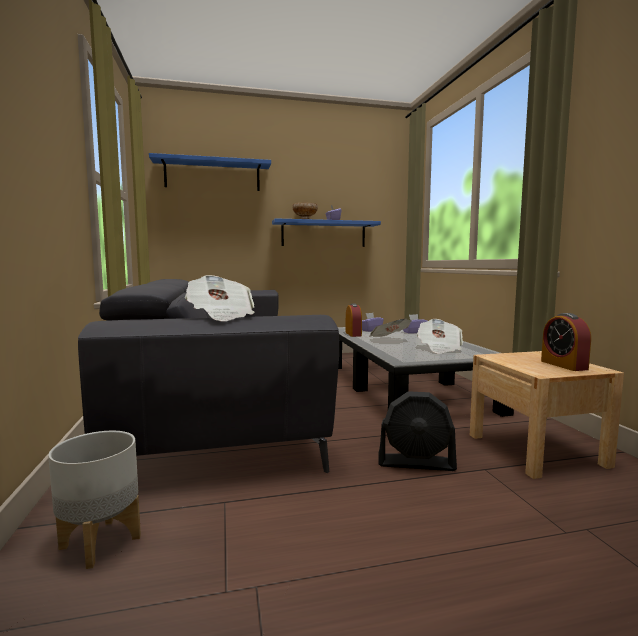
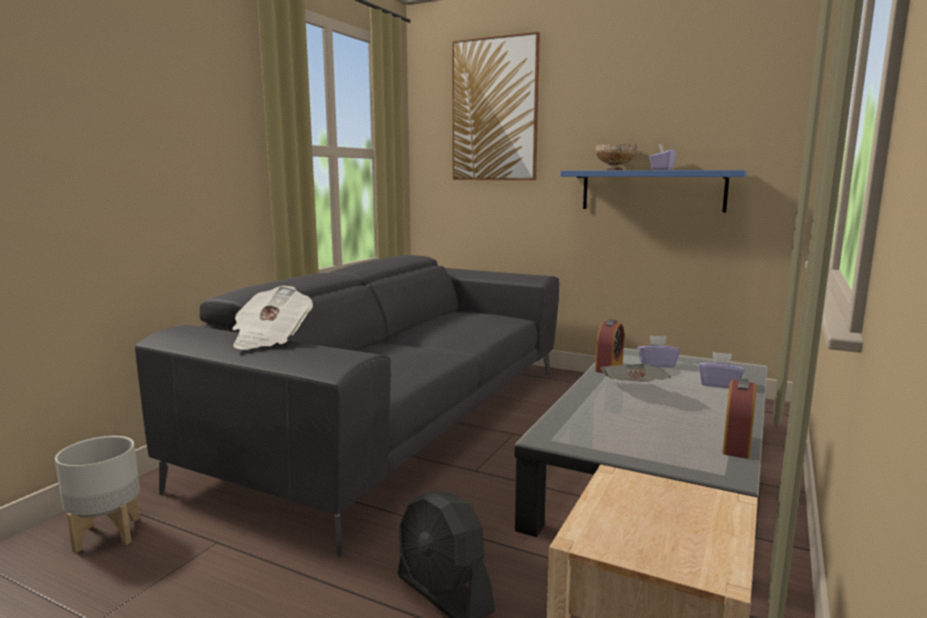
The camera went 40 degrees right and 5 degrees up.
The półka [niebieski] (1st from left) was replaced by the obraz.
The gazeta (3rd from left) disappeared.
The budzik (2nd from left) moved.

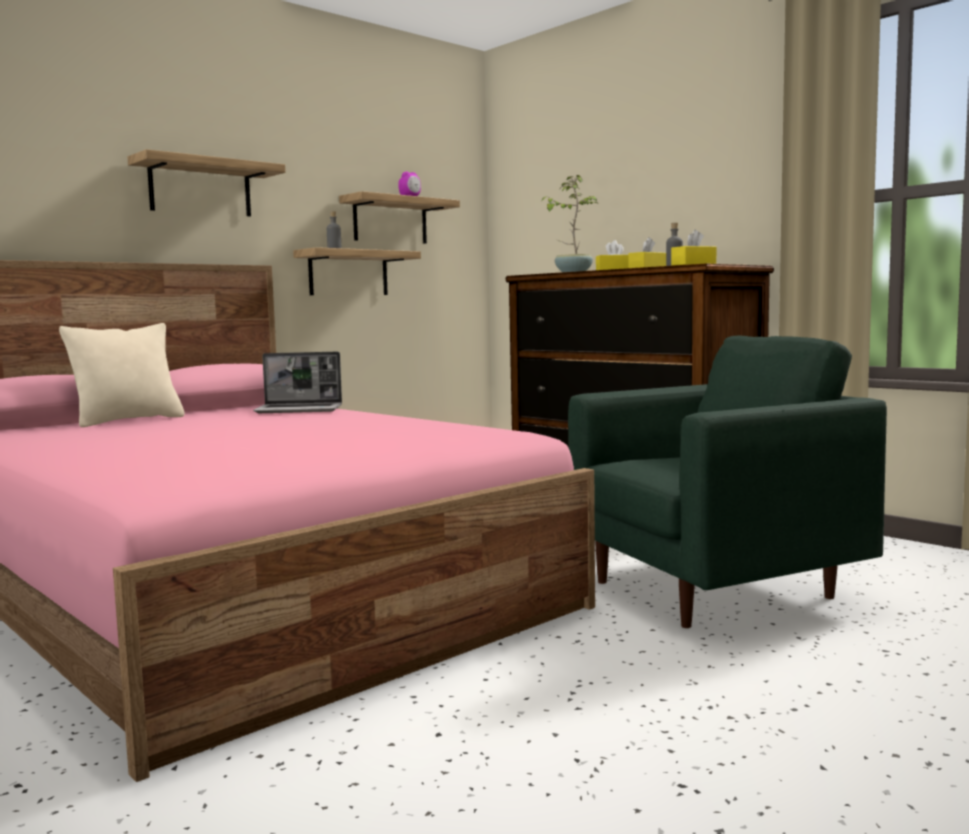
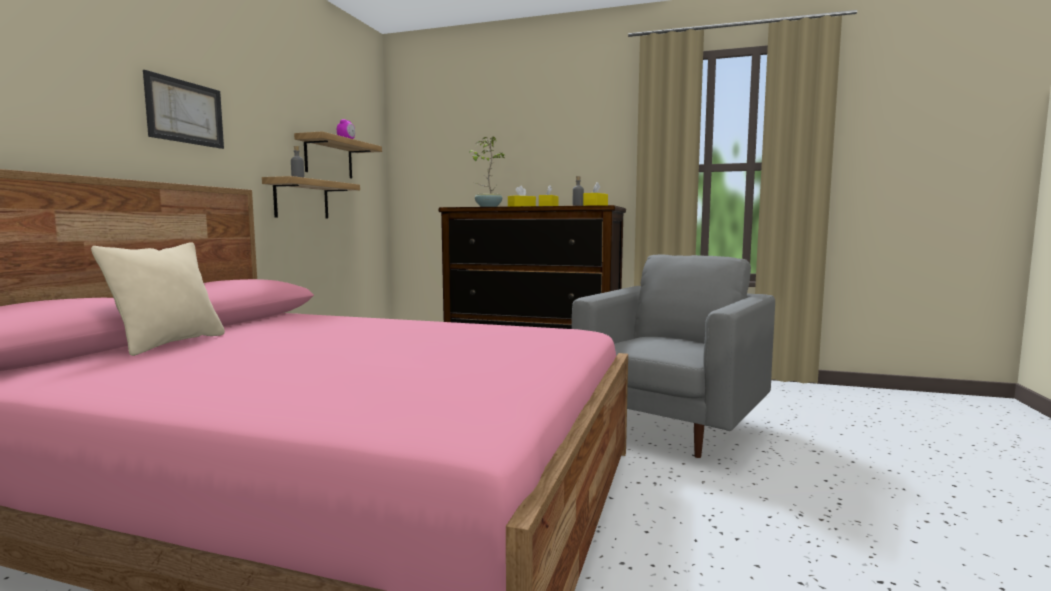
The camera went 30 degrees left and 0 degrees up.
The półka (1st from left) was replaced by the obraz.
The laptop disappeared.
The fotel [zielony] became the fotel [szary].

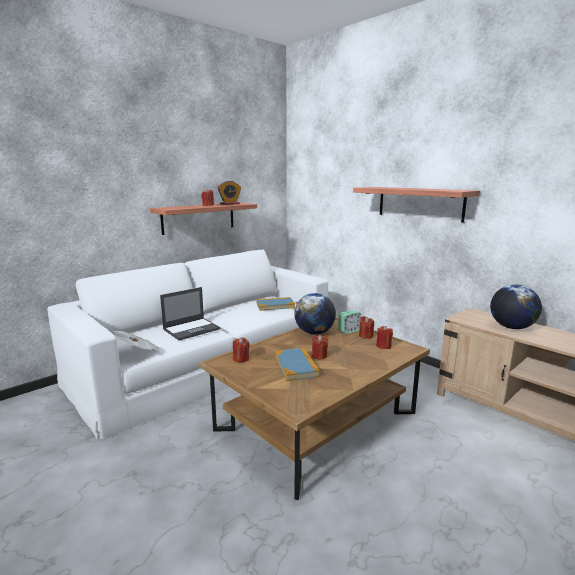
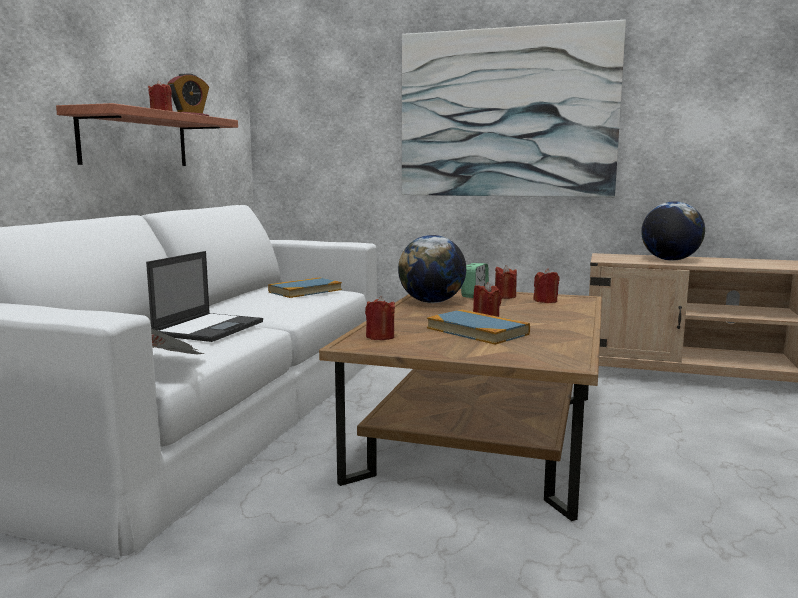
The camera went 30 degrees left and 5 degrees down.
The półka (2nd from left) was replaced by the obraz.

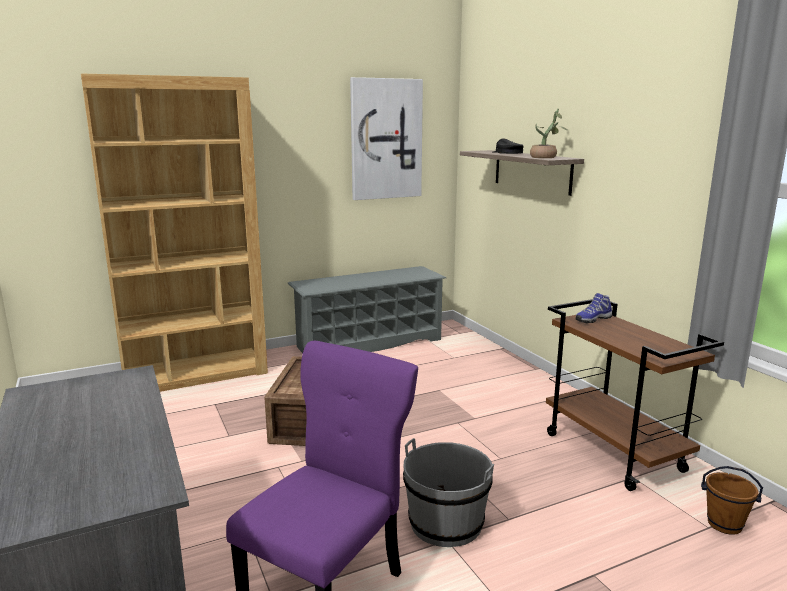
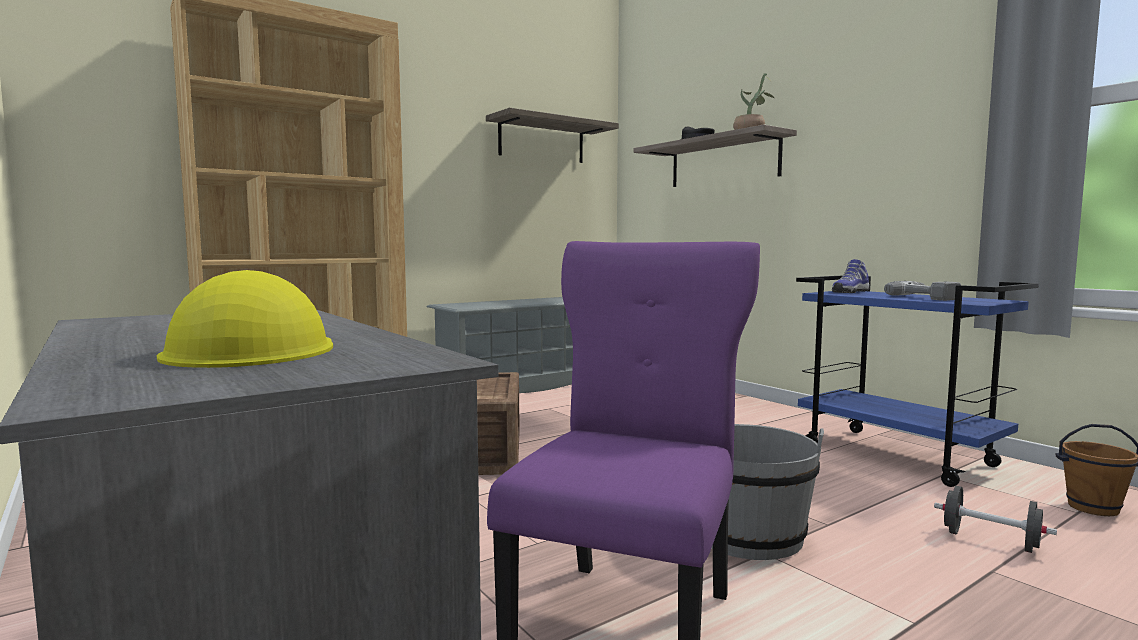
The camera went 10 degrees left and 10 degrees down.
The obraz was replaced by the półka (1st from left).
The wózek [brązowy] became the wózek [niebieski].
The kask [żółty] appeared.
The wiertarka appeared.
The hantel [czarny] appeared.

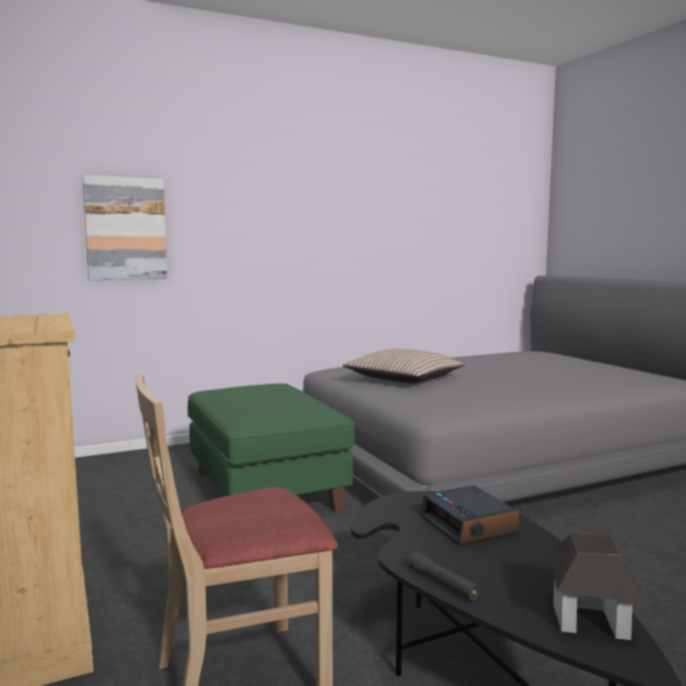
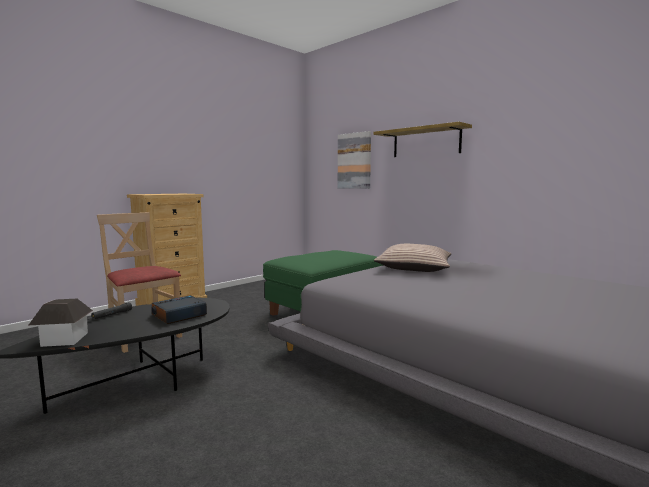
The camera went 70 degrees right and 0 degrees up.
The półka appeared.

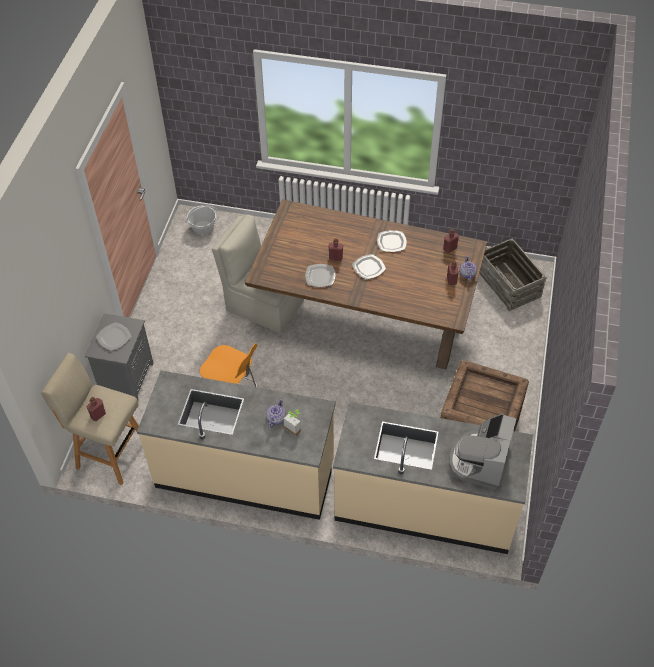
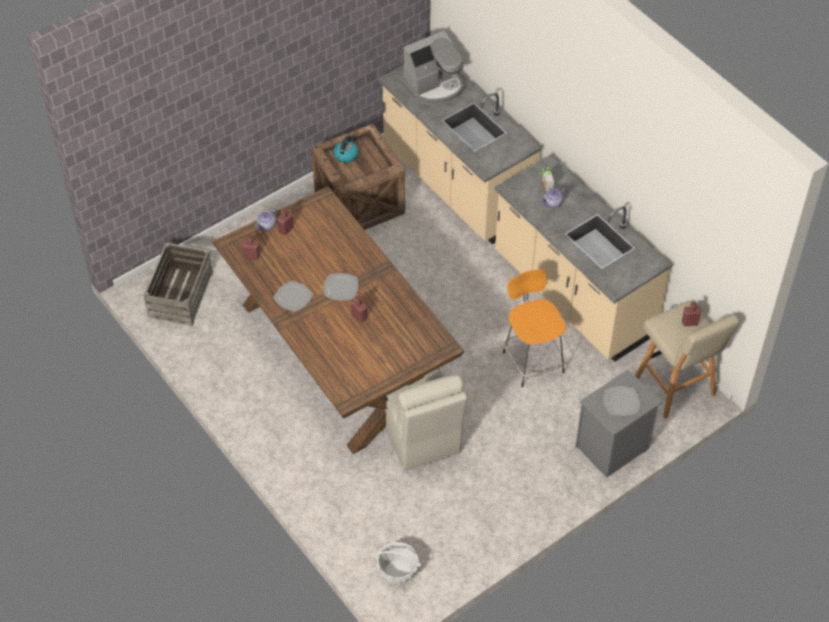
The camera went 140 degrees left and 0 degrees up.
The talerz (2nd from left) disappeared.
The czajnik appeared.

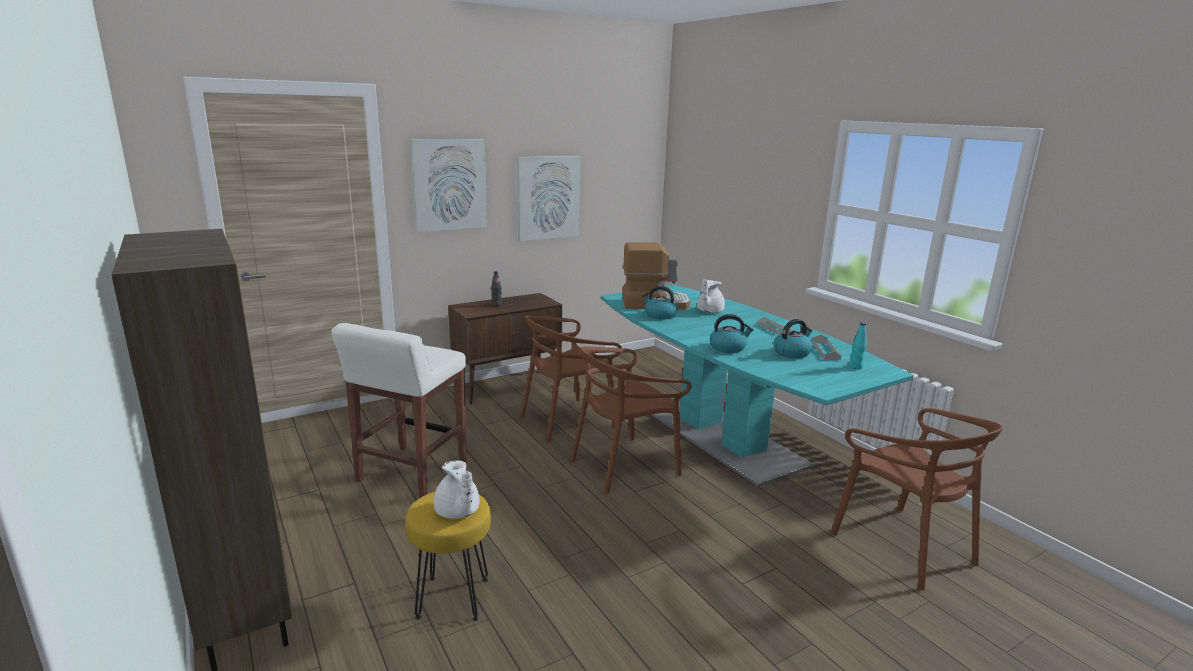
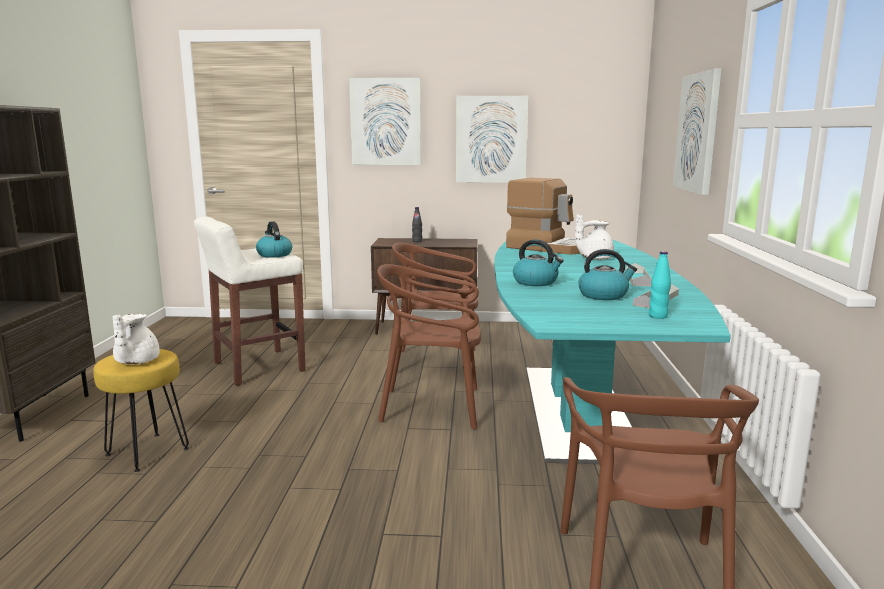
The camera went 35 degrees right and 5 degrees down.
The czajnik (1st from left) moved.
The obraz (3rd from left) appeared.

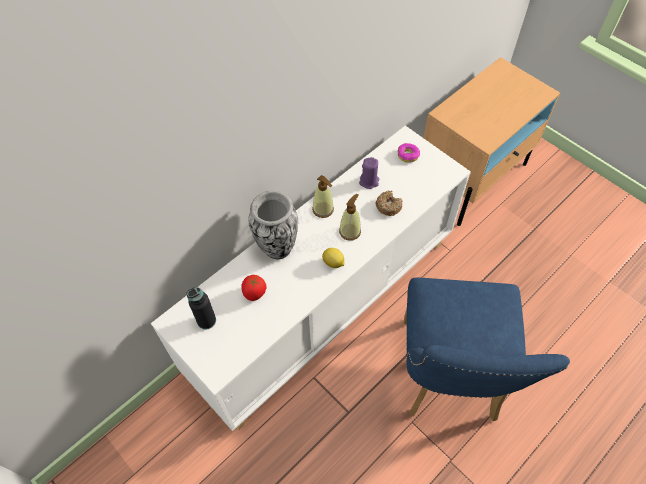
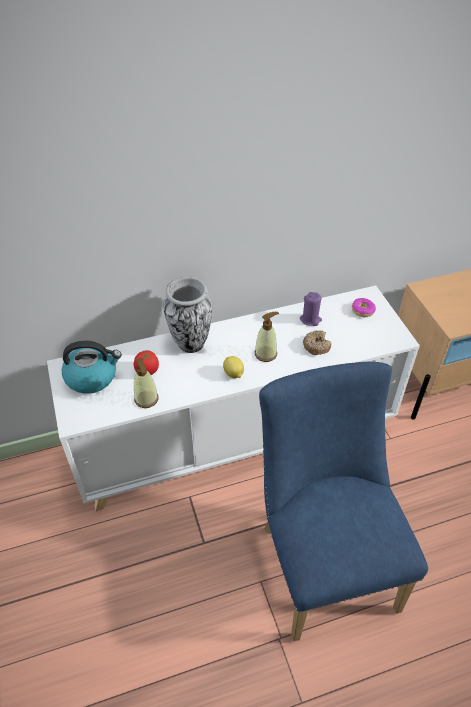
The camera went 25 degrees right and 10 degrees down.
The butelka [czarny] was replaced by the czajnik.
The dozownik mydła (1st from left) moved.
The krzesło [niebieski] turned 135 degrees clockwise.

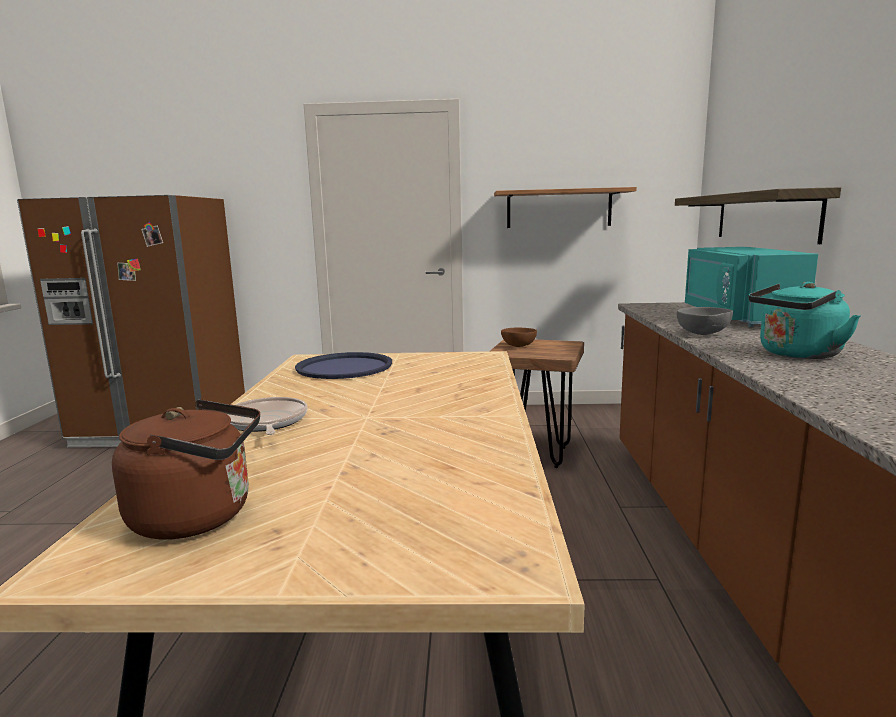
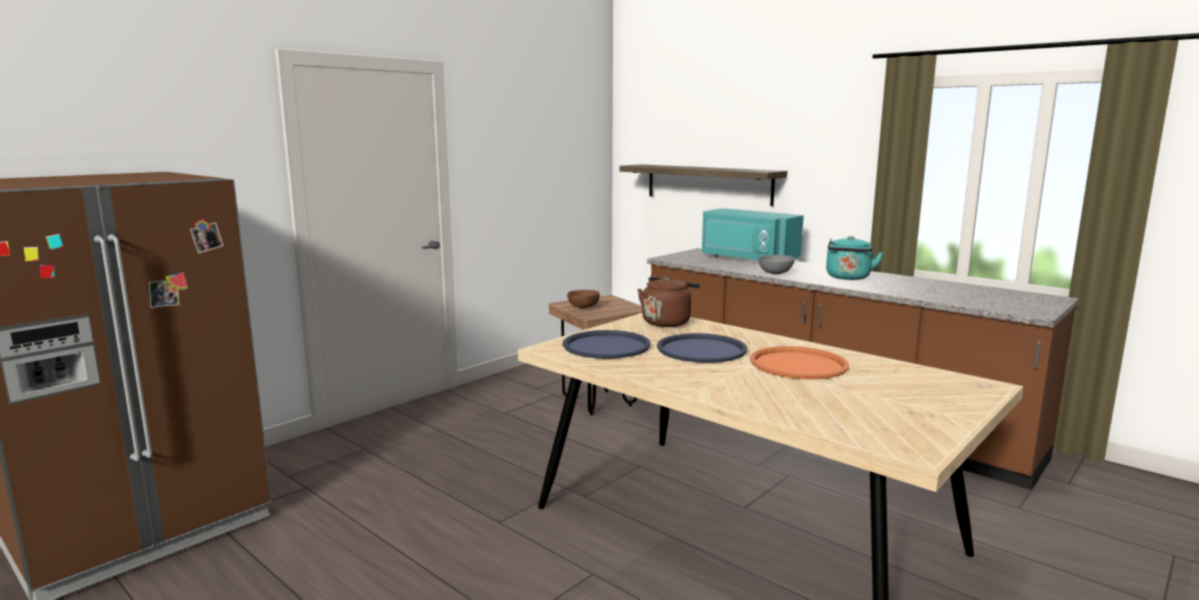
The camera went 50 degrees left and 0 degrees up.
The czajnik [brązowy] moved.
The patelnia disappeared.
The półka (1st from left) disappeared.
The taca [niebieski] (2nd from left) appeared.
The taca [pomarańczowy] appeared.

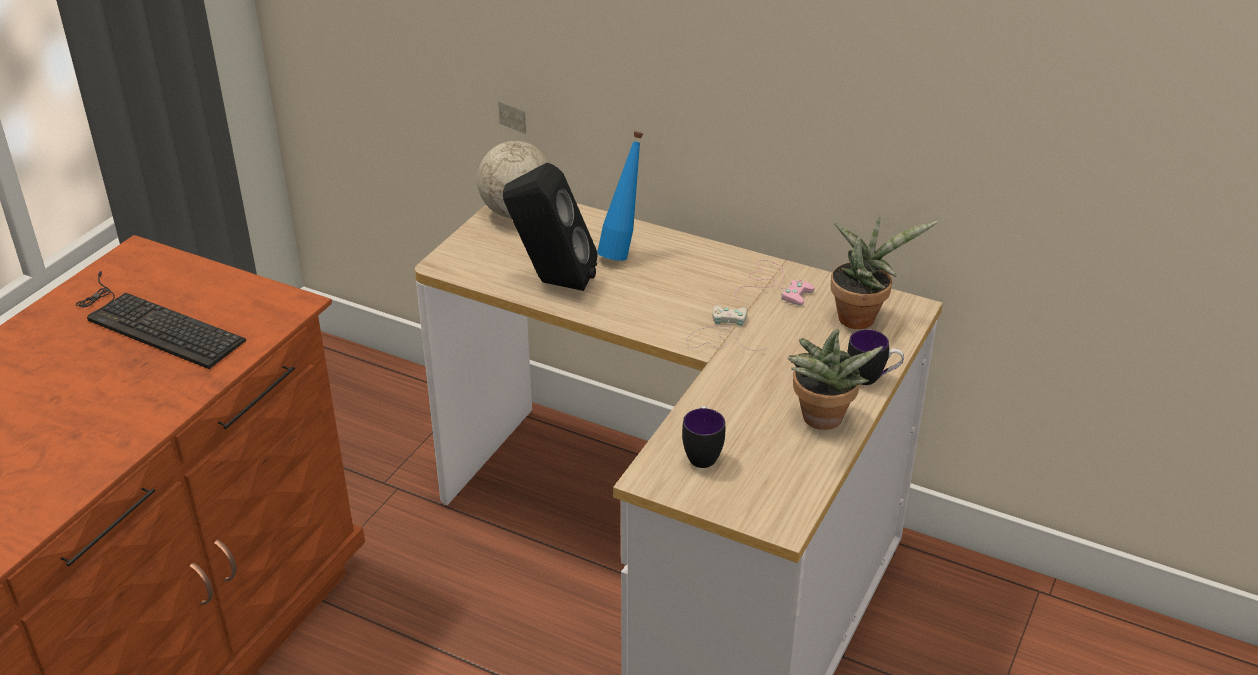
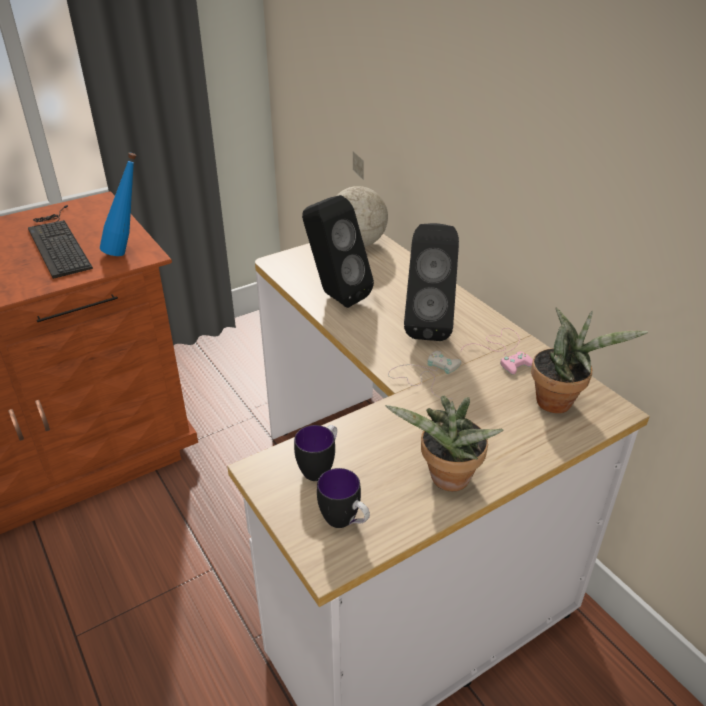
The camera went 30 degrees right and 0 degrees up.
The butelka [niebieski] moved.
The kubek (2nd from left) moved.
The głośnik [czarny] (2nd from left) appeared.

